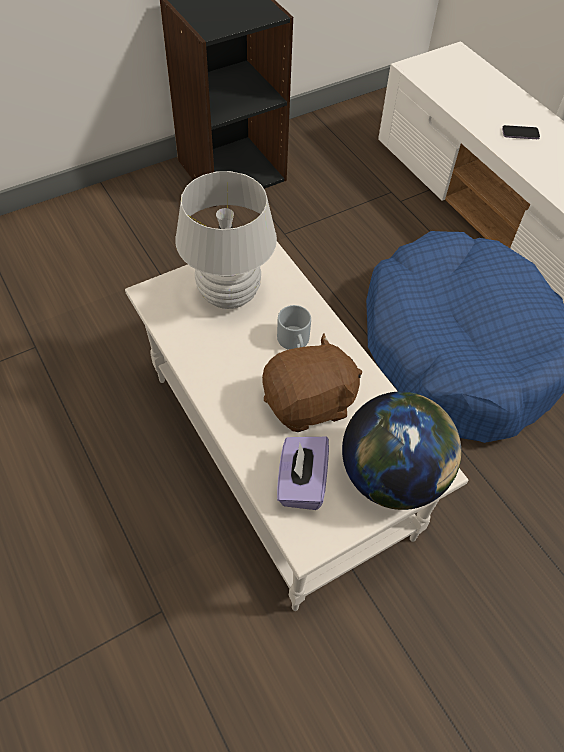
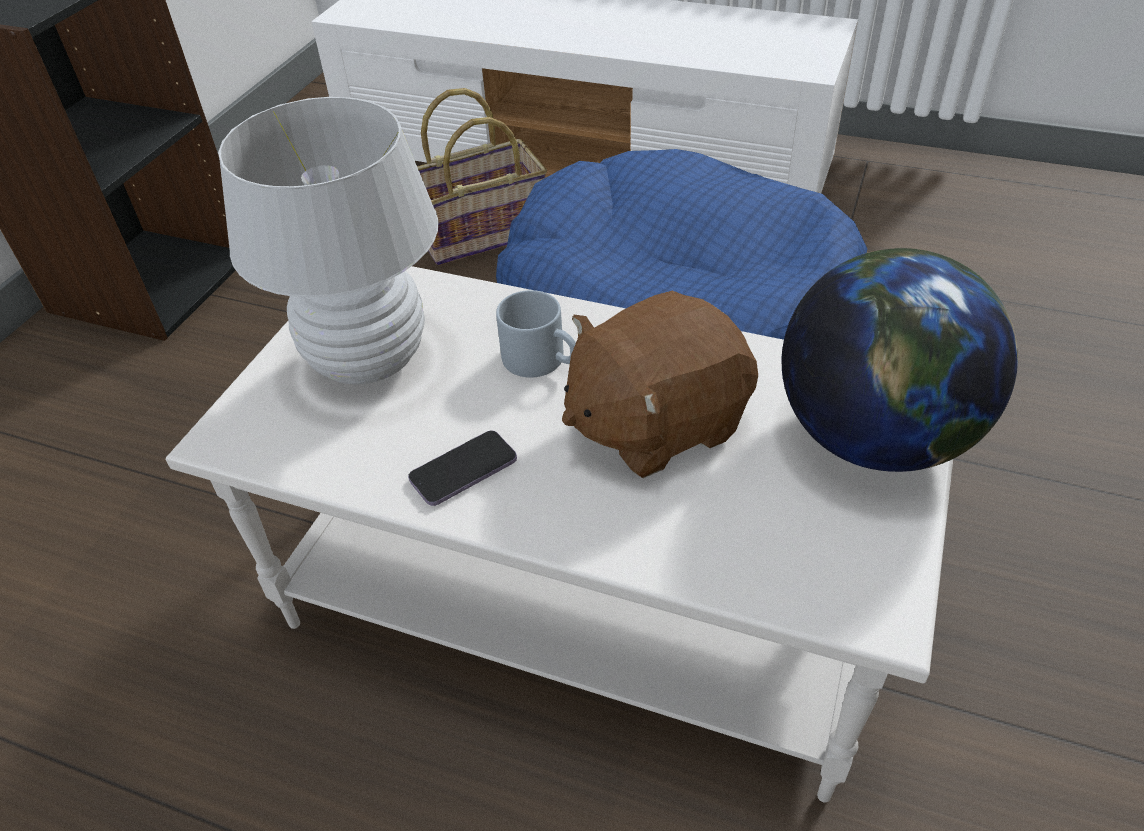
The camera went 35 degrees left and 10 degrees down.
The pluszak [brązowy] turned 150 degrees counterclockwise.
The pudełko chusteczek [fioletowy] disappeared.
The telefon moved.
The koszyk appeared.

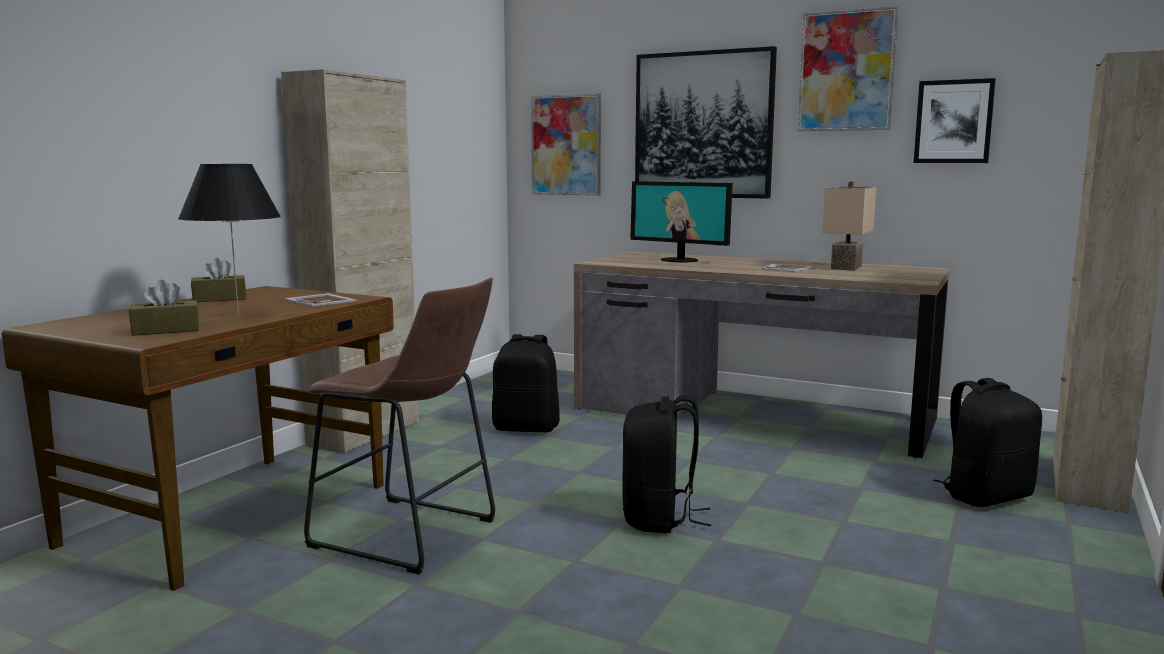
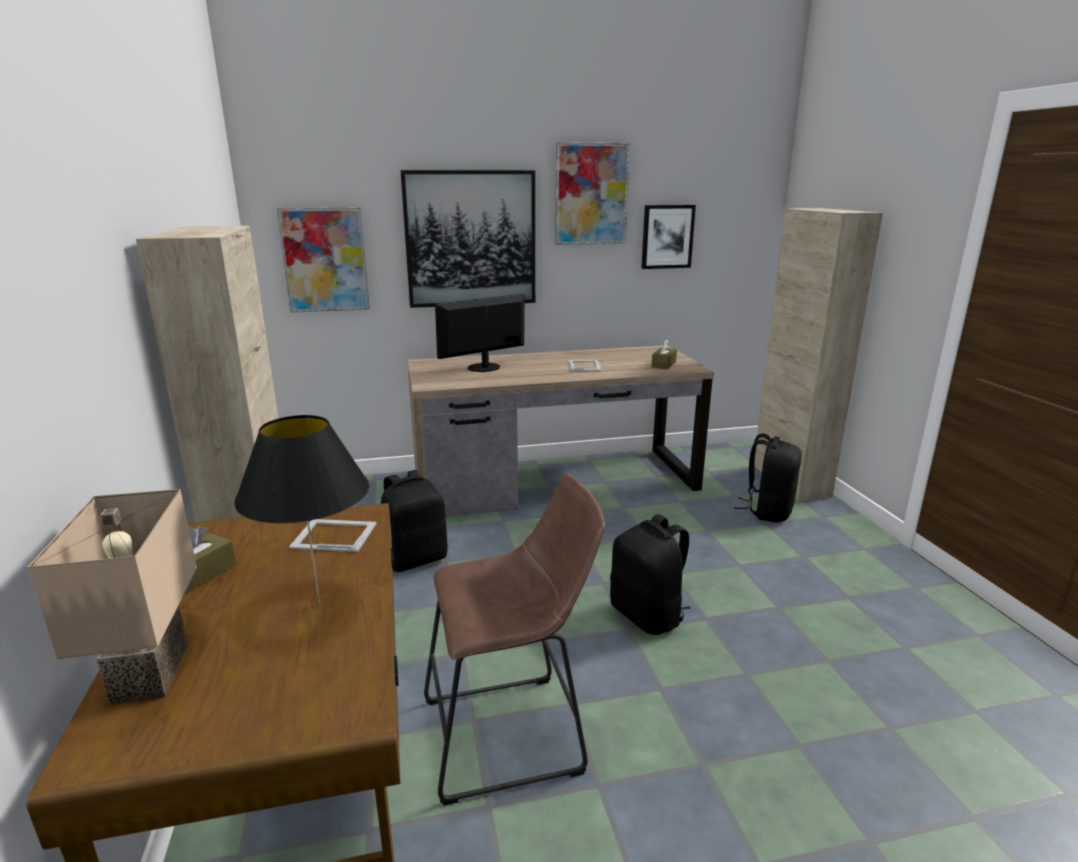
The camera went 40 degrees left and 10 degrees up.
The pudełko chusteczek [brązowy] (1st from left in the first image) moved.
The monitor turned 150 degrees clockwise.
The lampa stołowa [beżowy] moved.

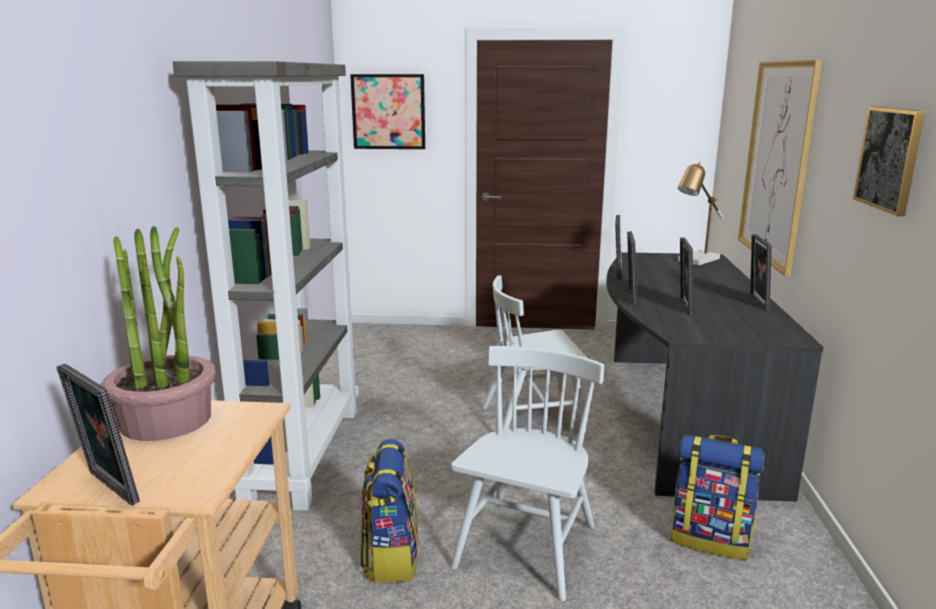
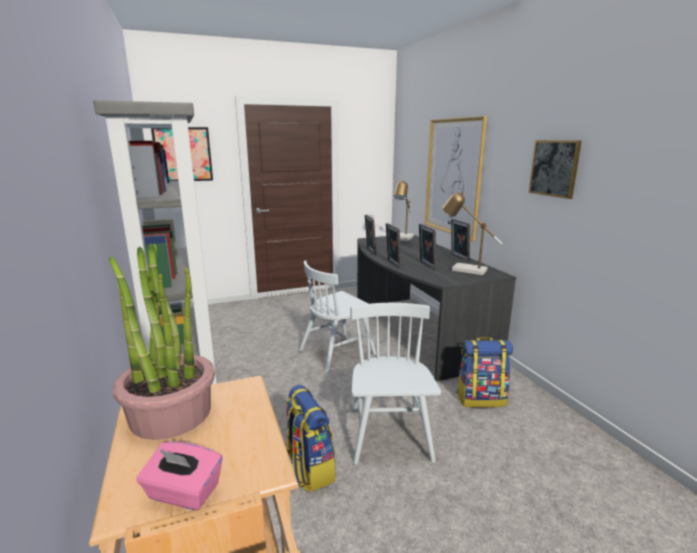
The camera went 25 degrees left and 0 degrees up.
The ramka na zdjęcie (1st from left) was replaced by the pudełko chusteczek [różowy].
The lampa stołowa (2nd from left) appeared.

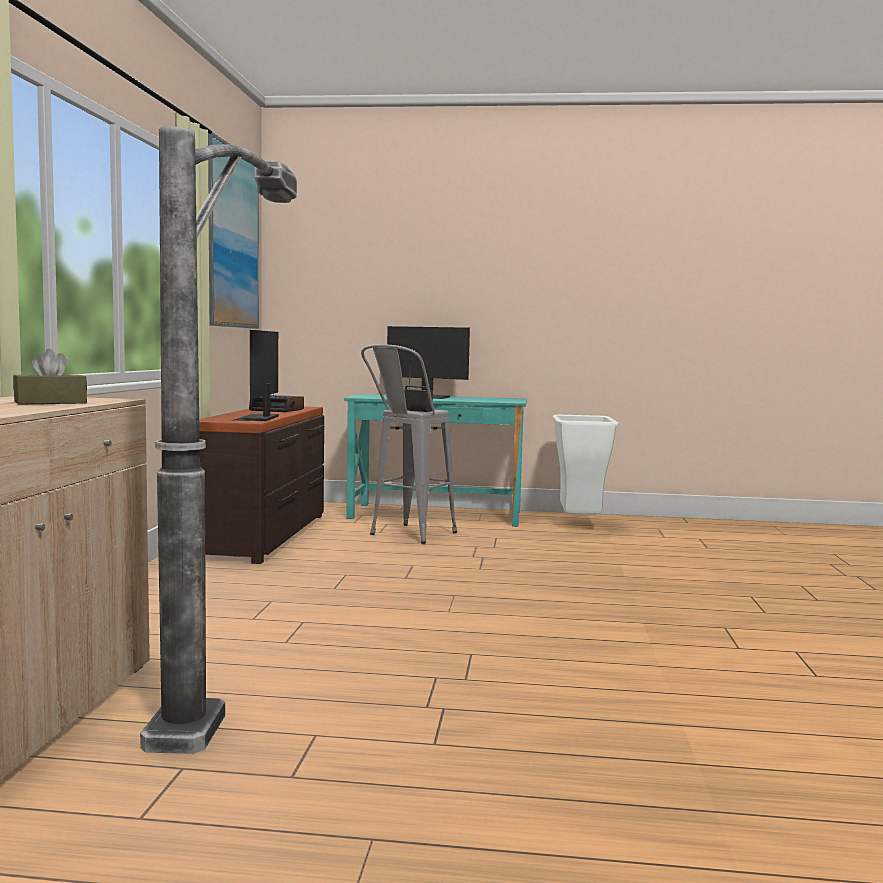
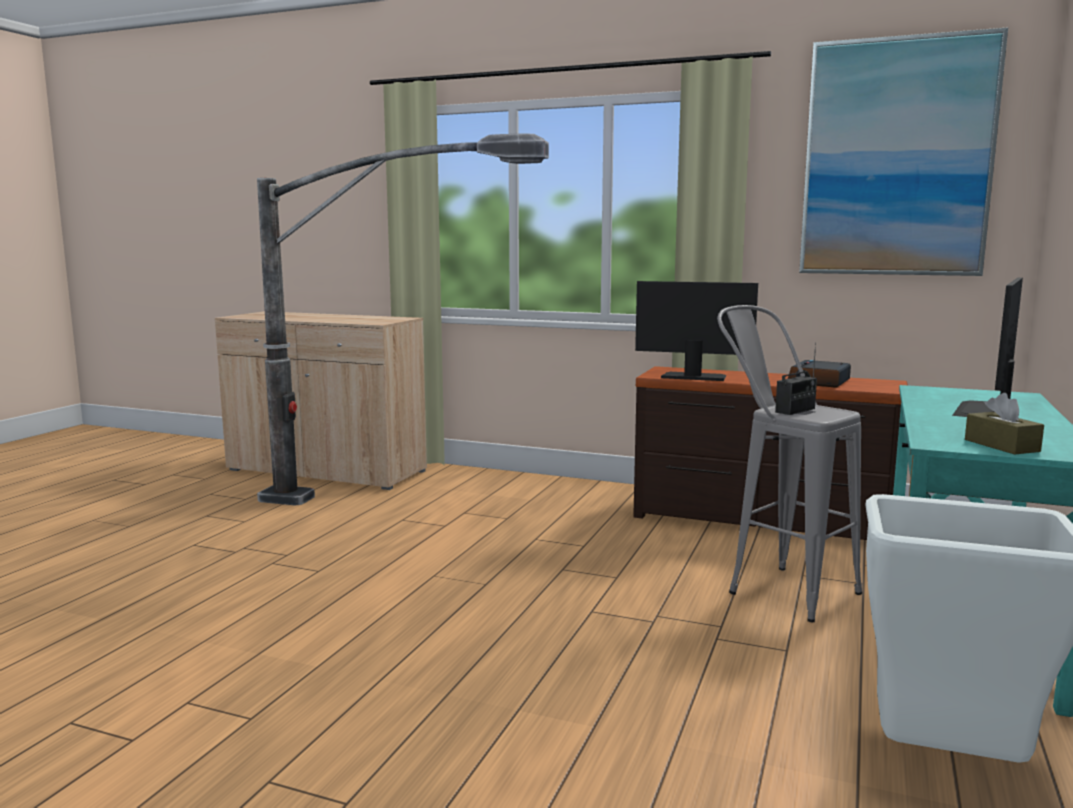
The camera went 105 degrees right and 5 degrees up.
The pudełko chusteczek [brązowy] moved.

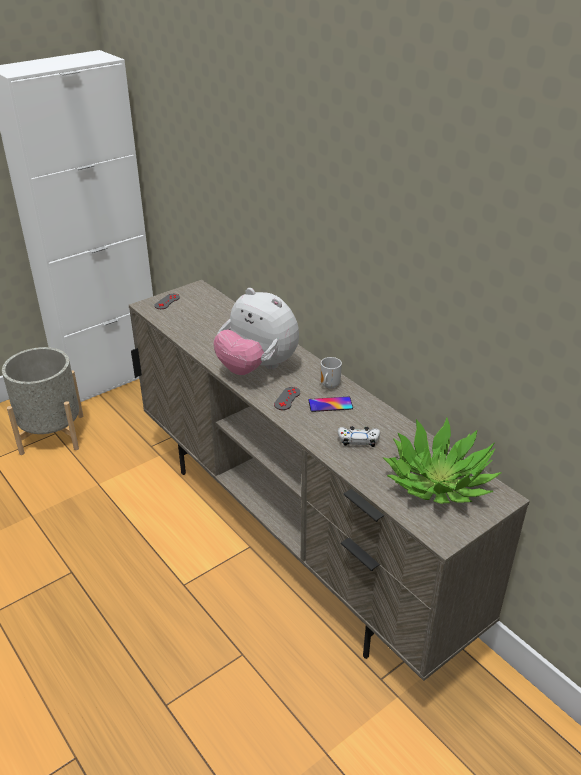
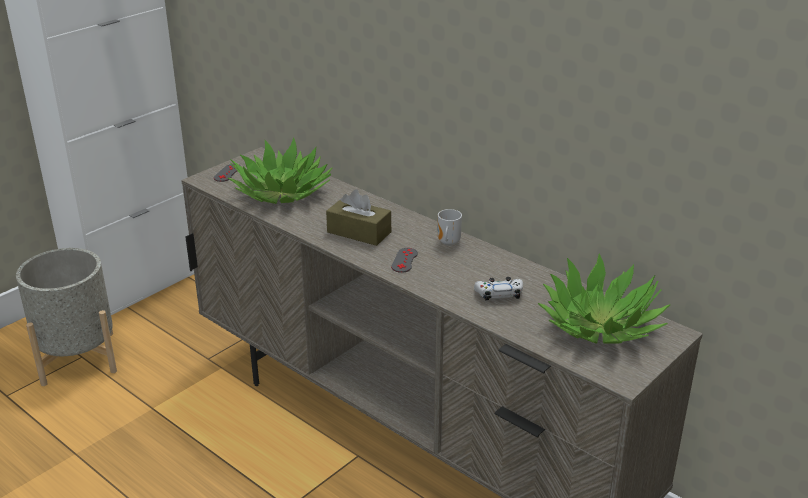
The camera went 10 degrees left and 5 degrees down.
The pluszak was replaced by the pudełko chusteczek [brązowy].
The telefon disappeared.
The roślina doniczkowa (1st from left) appeared.

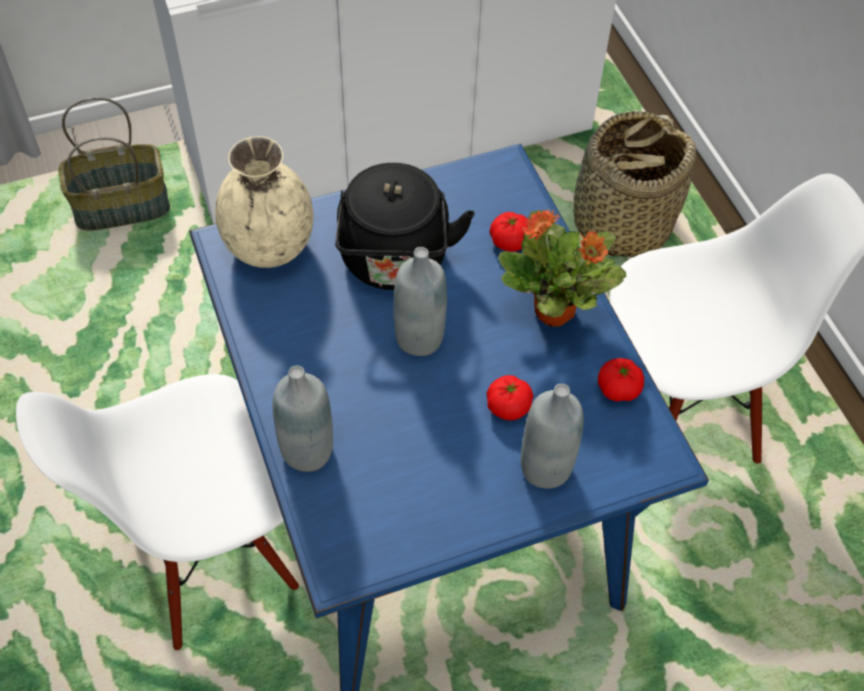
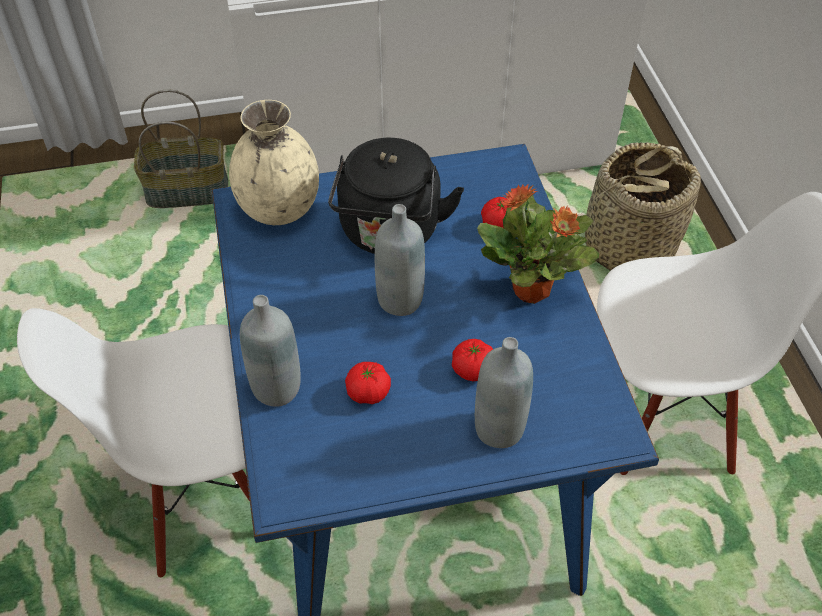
The camera went 10 degrees right and 5 degrees down.
The pomidor (3rd from left in the first image) moved.

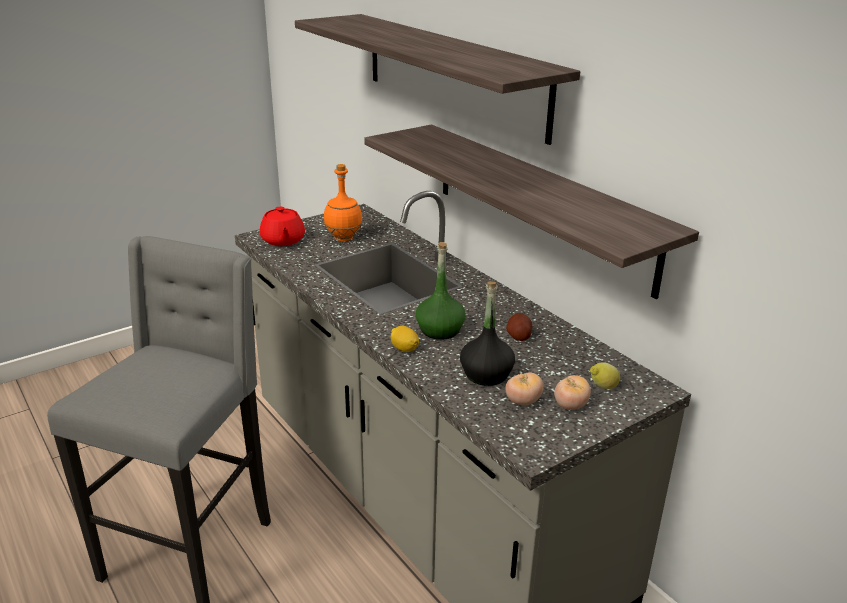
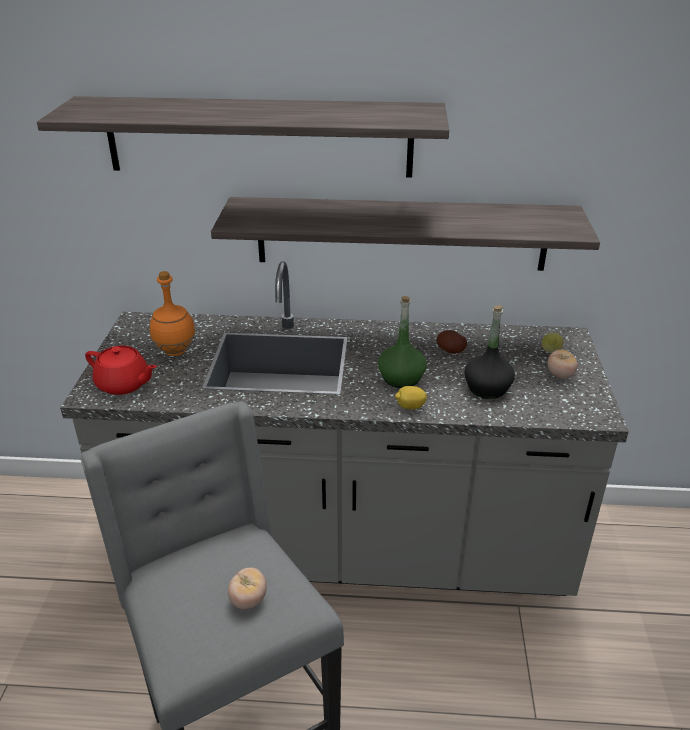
The camera went 50 degrees left and 5 degrees up.
The pomidor (1st from left) moved.

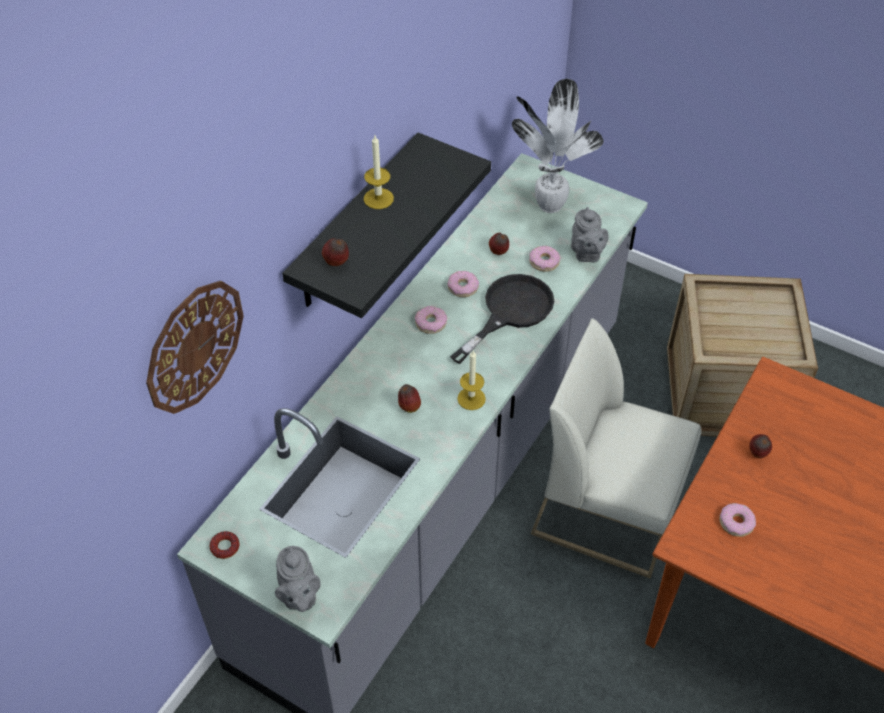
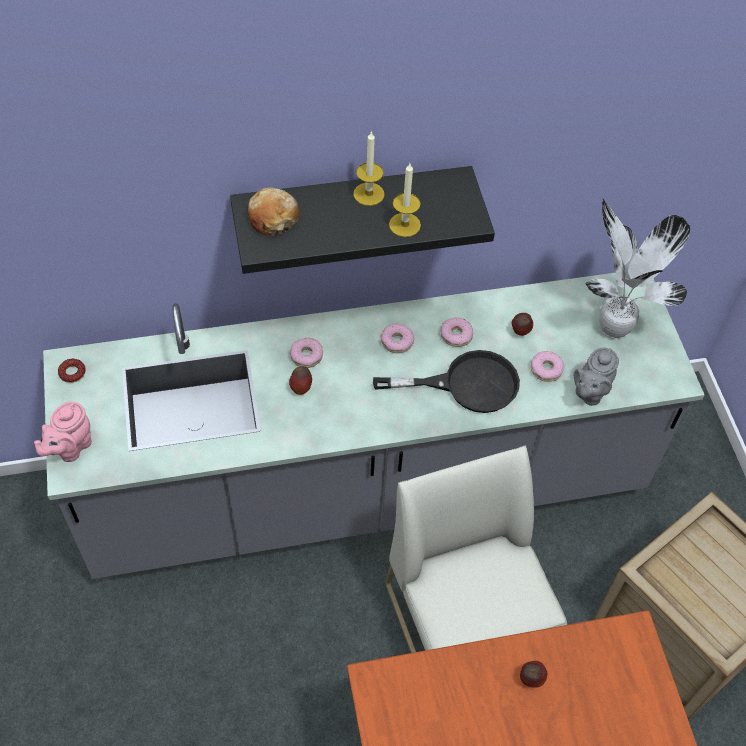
The camera went 45 degrees right and 5 degrees up.
The zegar ścienny disappeared.
The imbryk [szary] (1st from left) became the imbryk [różowy].
The jabłko (1st from left) was replaced by the chleb.
The świeca (2nd from left) moved.
The donut (5th from left in the first image) moved.

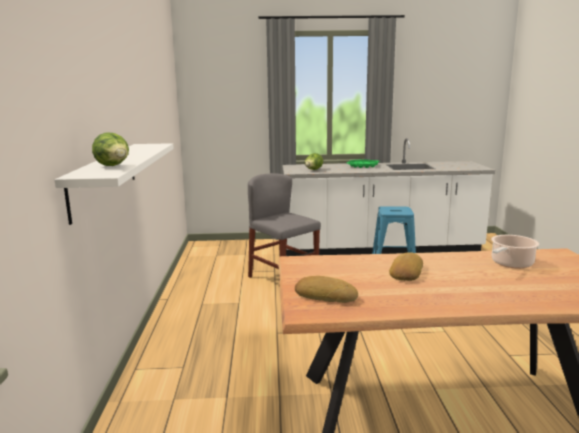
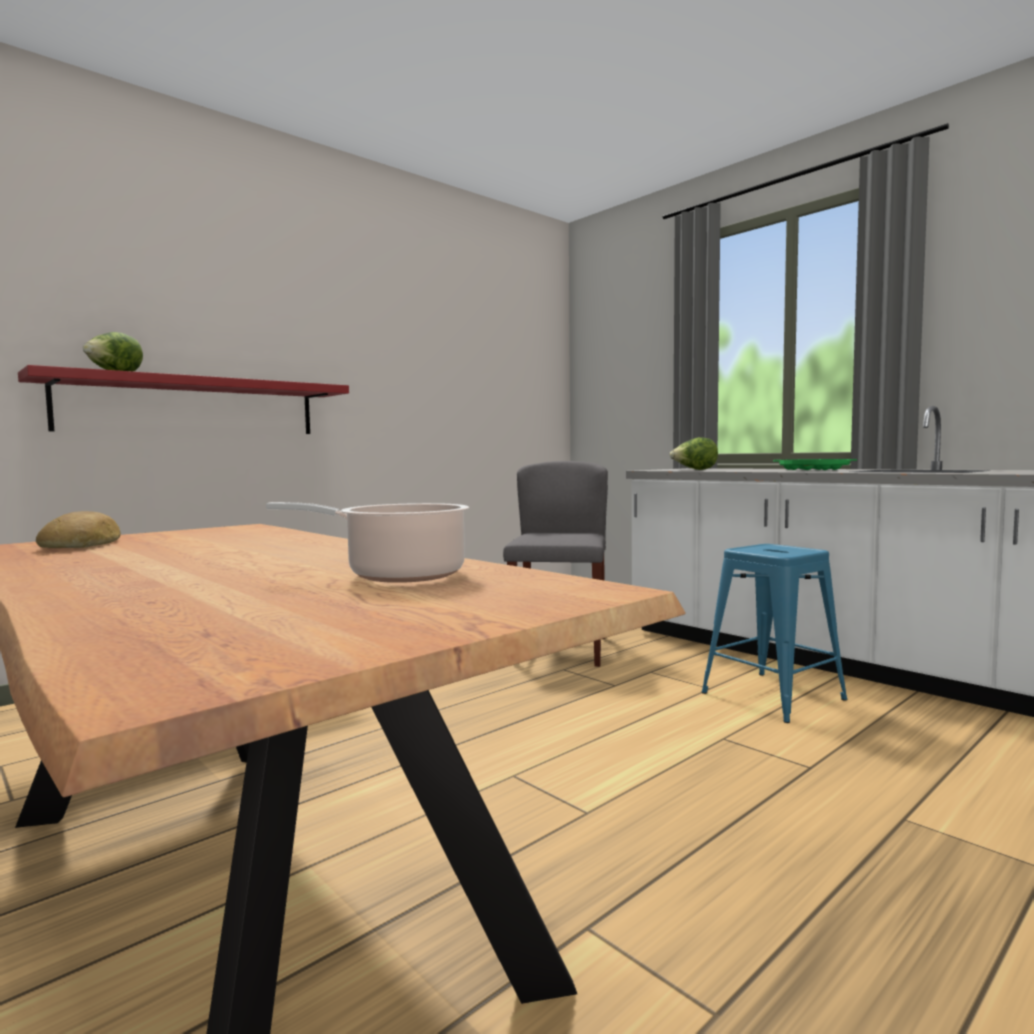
The camera went 50 degrees right and 10 degrees down.
The półka [biały] became the półka [czerwony].
The chleb (2nd from left) disappeared.

